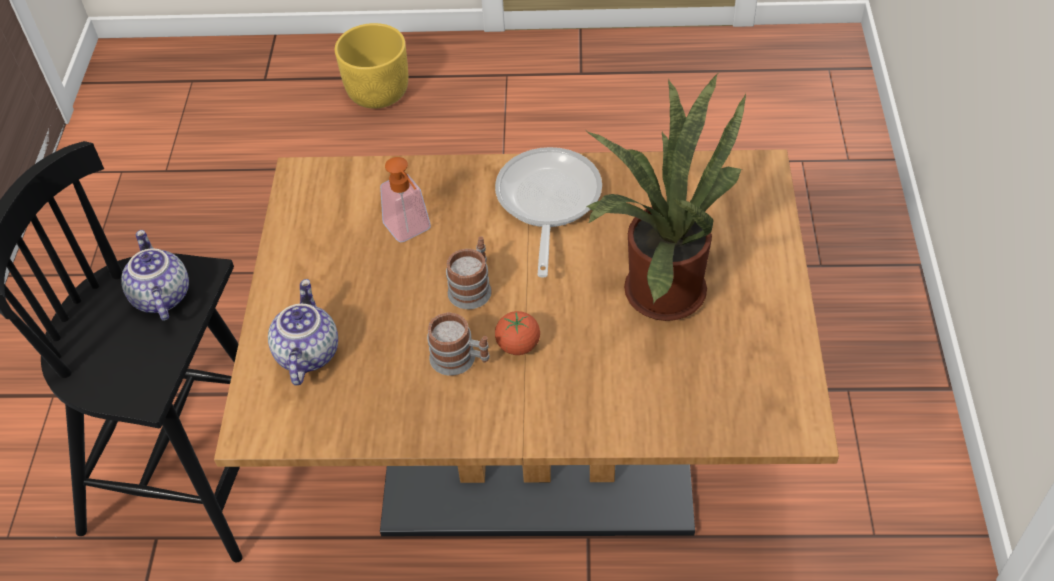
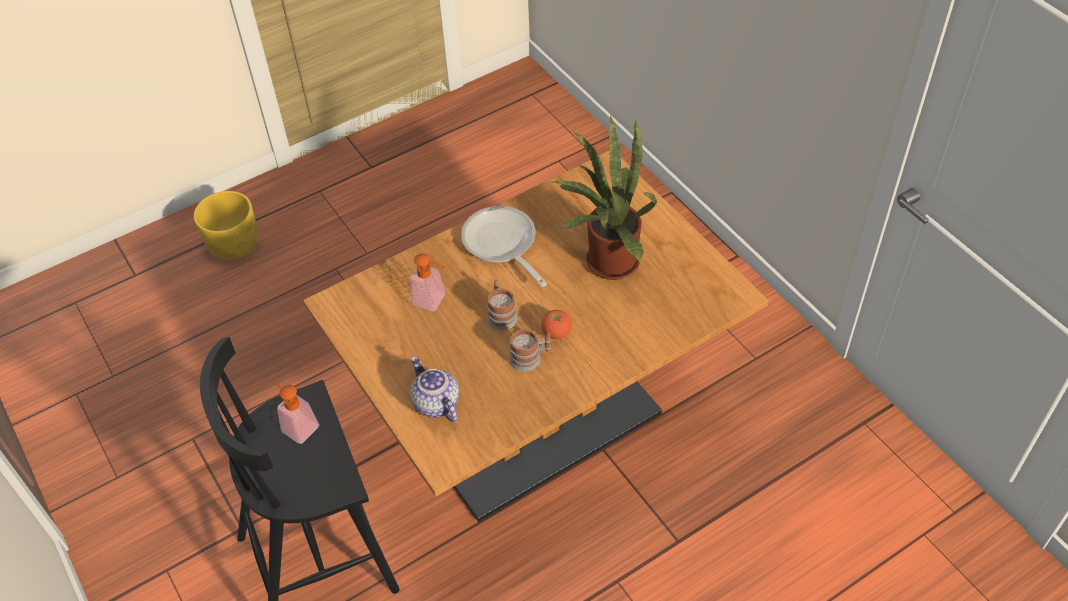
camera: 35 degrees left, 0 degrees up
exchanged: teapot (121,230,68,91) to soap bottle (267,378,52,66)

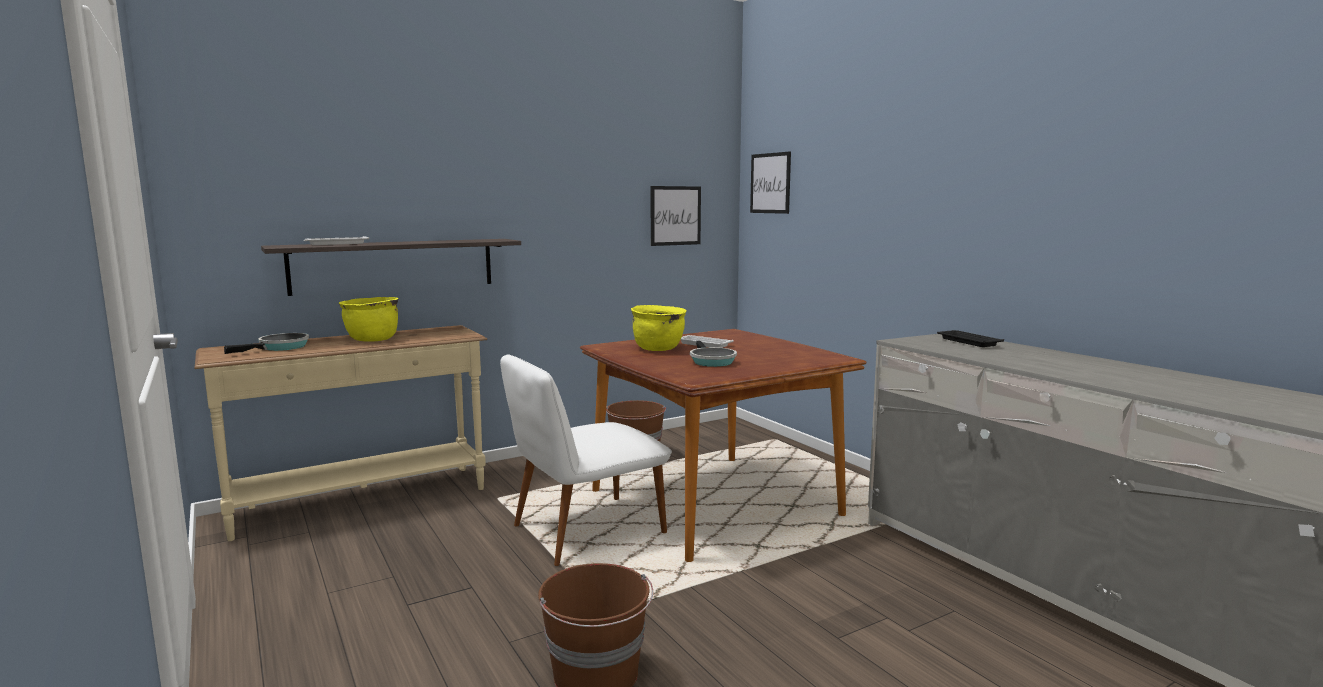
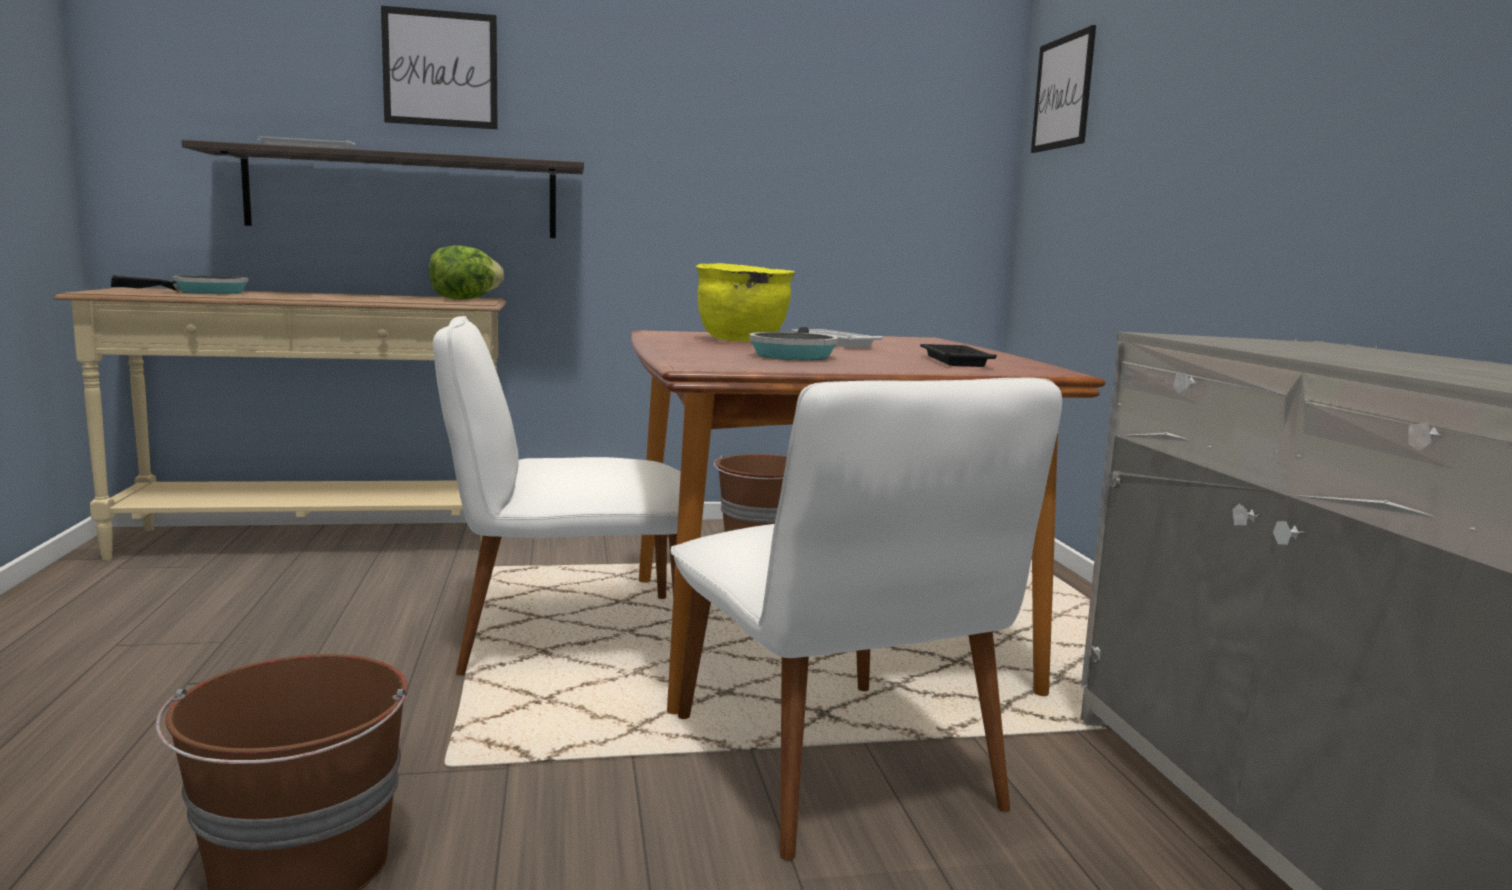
camera: 20 degrees right, 0 degrees up
missing: yellow-coloured saucepot (339,297,59,45)
appeared: lettuce (429,245,75,55); white-coloured upright chair (671,378,391,483)
relocated: wall picture (651,186,50,60) to (381,6,117,123); black carrying tray (937,330,67,17) to (920,344,76,23)

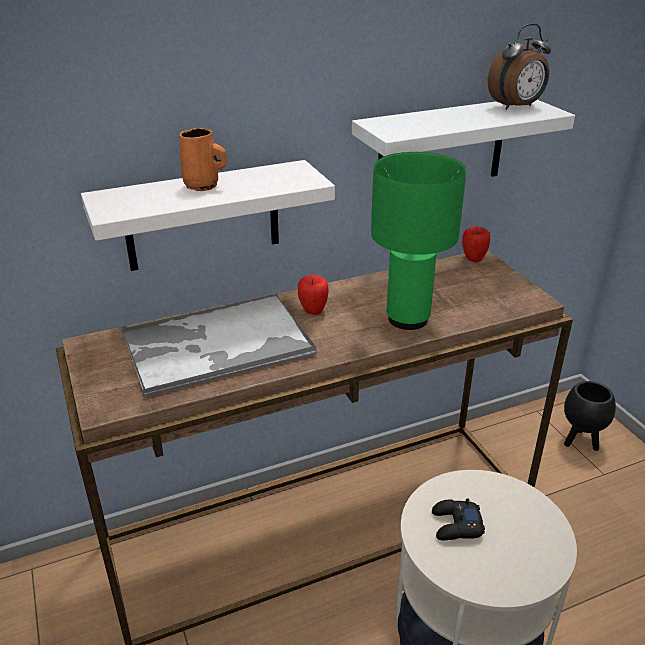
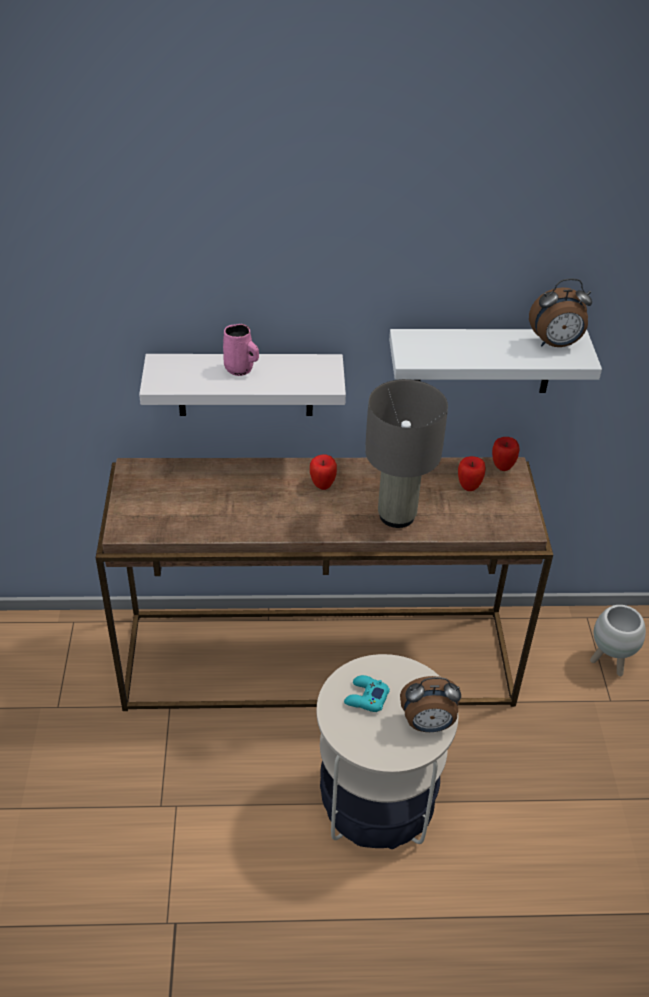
camera: 20 degrees right, 10 degrees up
missing: carrying tray (122,294,195,103)
appeared: alarm clock (400,676,61,56); apple (458,456,28,35)
colour: orange-coloured tea mug (180,128,47,63) to pinkish tea mug (223,324,36,52); greenish lamp for a table (371,152,95,178) to gray lamp for a table (365,379,83,149); black gamepad (432,498,53,42) to turquoise gamepad (344,675,46,37); black planter (564,381,52,70) to white-coloured planter (590,605,56,71)

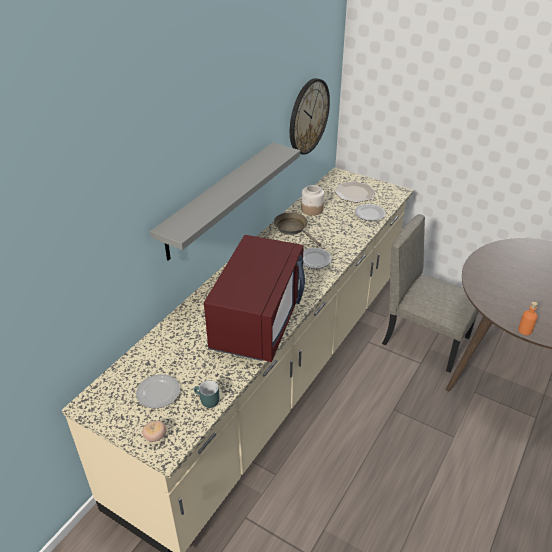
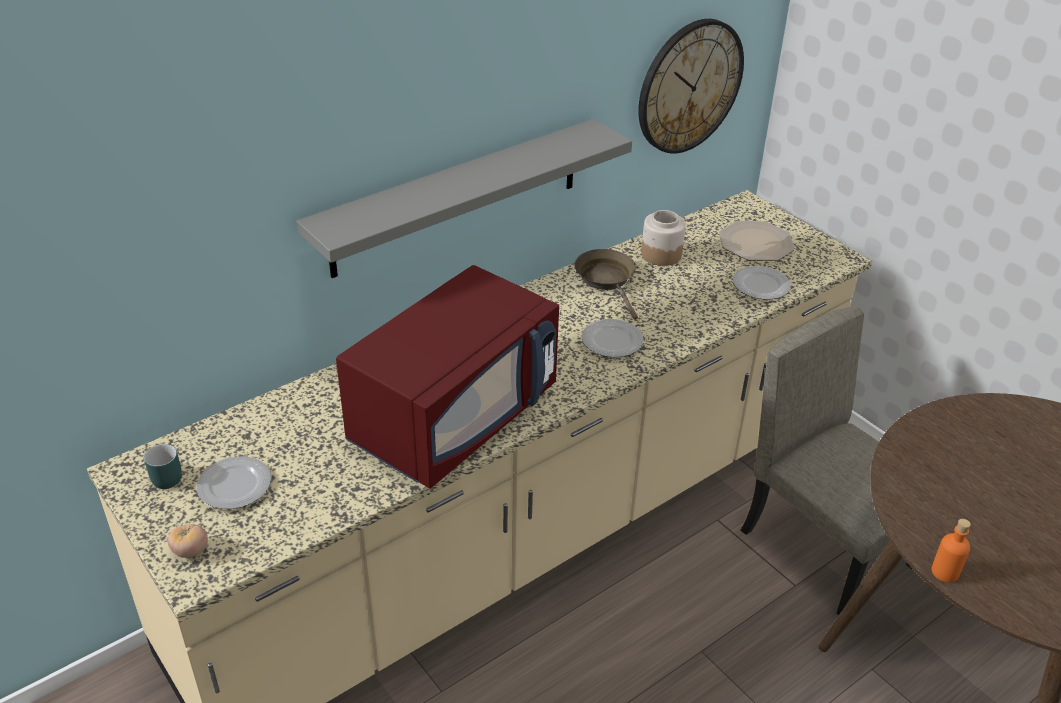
camera: 20 degrees right, 0 degrees up
relocated: turquoise tea mug (194,380,25,28) to (144,444,38,45)

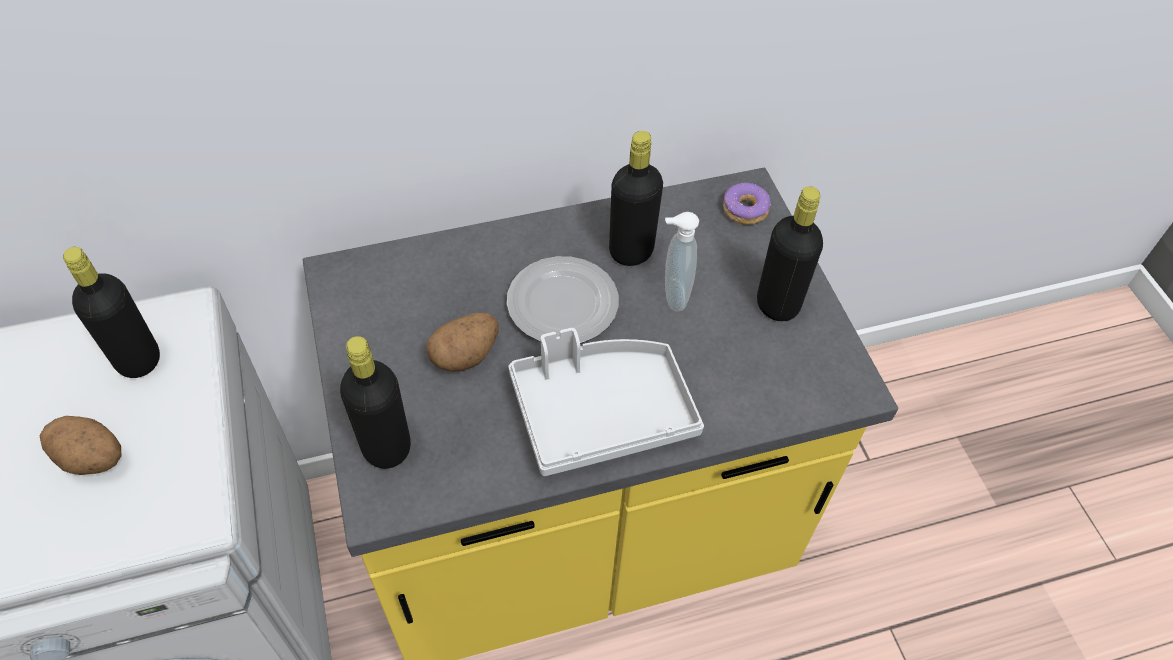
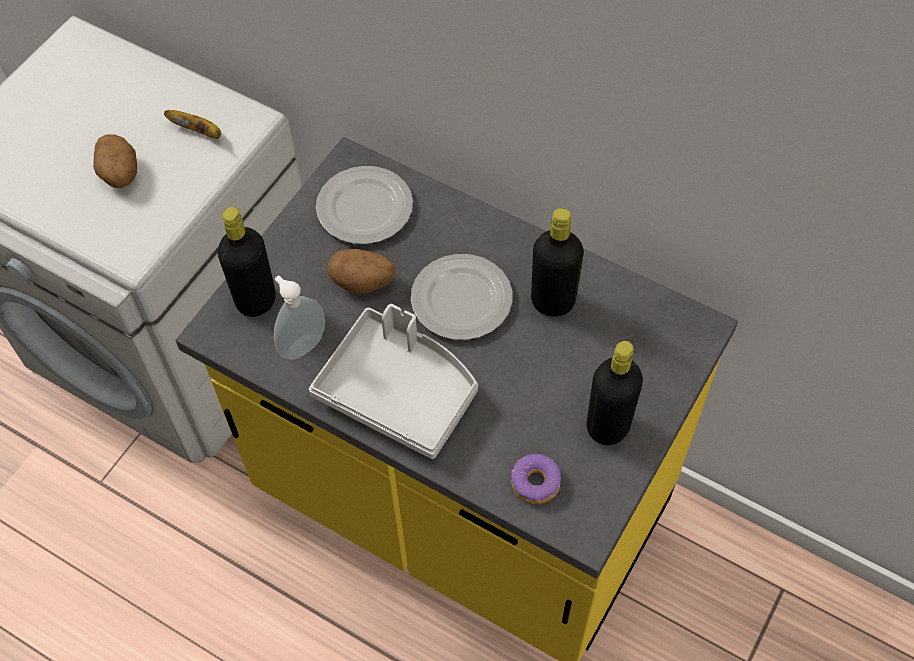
camera: 50 degrees right, 5 degrees up
appeared: flat dish (316,166,97,78)
relocated: soap bottle (665,212,34,99) to (274,275,51,85); ring doughnut (723,183,48,42) to (511,454,50,50)
exchanged: black drink bottle (63,247,97,131) to banana (164,110,57,29)

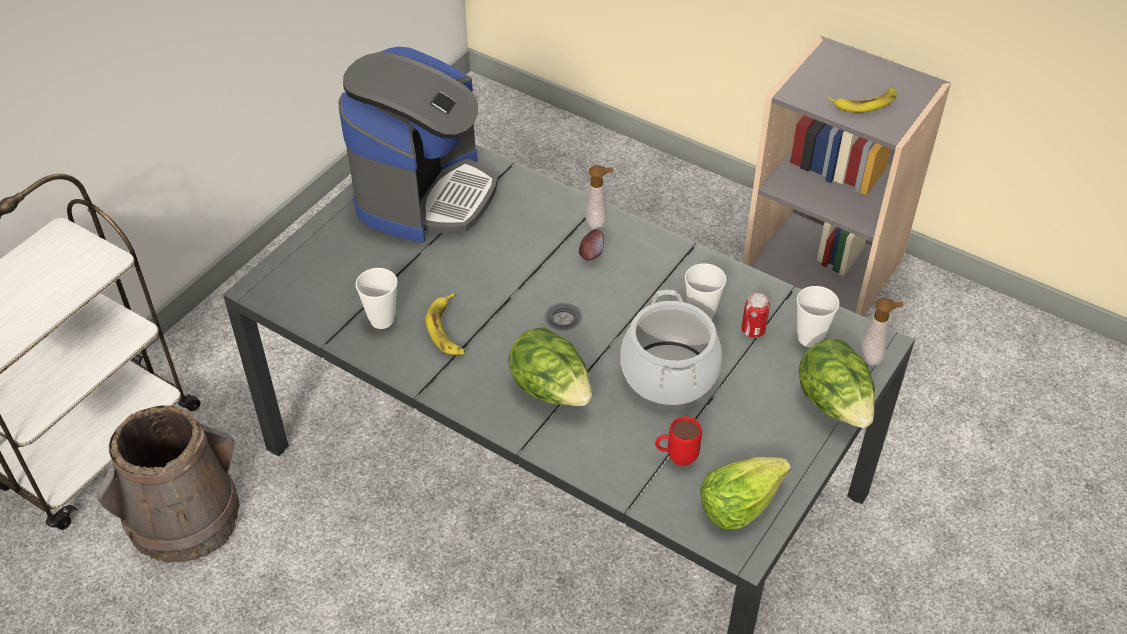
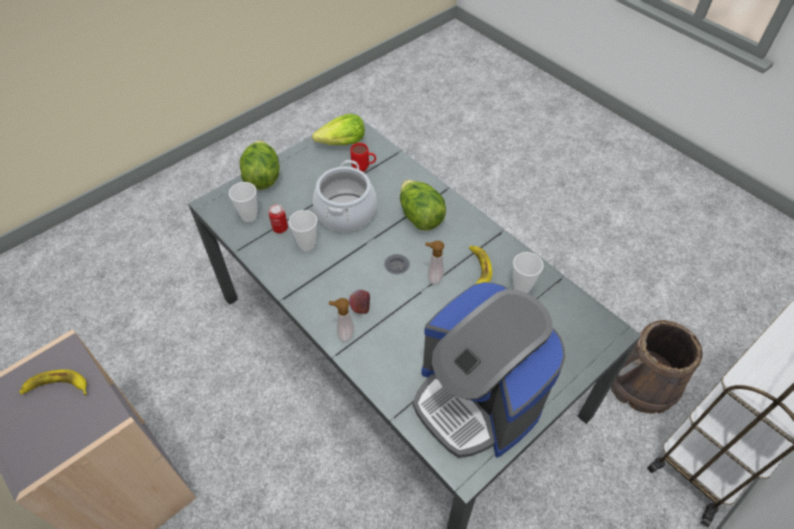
camera: 165 degrees left, 5 degrees up
relocated: soap bottle (860,298,43,68) to (425,241,19,44)
spun: coffee maker (338,46,160,197) = (413,282,152,176) 75 degrees counterclockwise

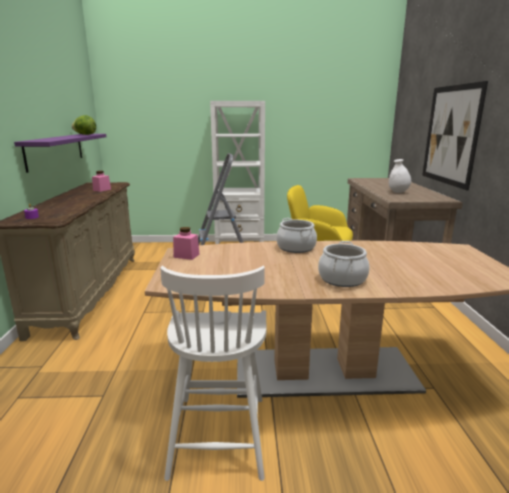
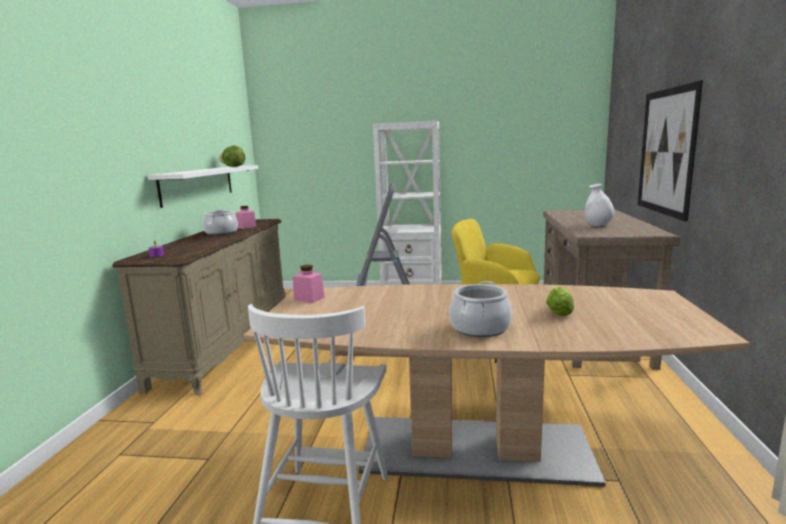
camera: 10 degrees right, 5 degrees down
appeared: lettuce (546,286,28,30)
relocated: saucepot (276,218,41,35) to (203,209,35,26)
colour: purple bracket shelf (14,134,92,39) to white-coloured bracket shelf (147,165,111,43)

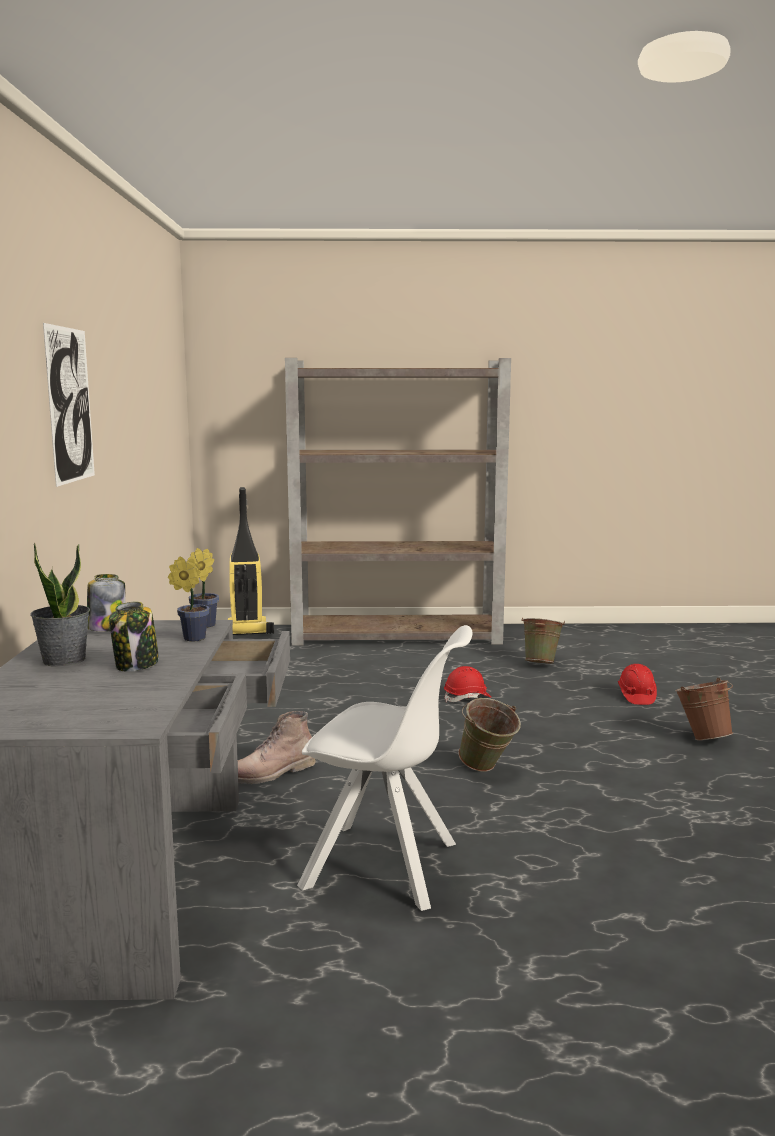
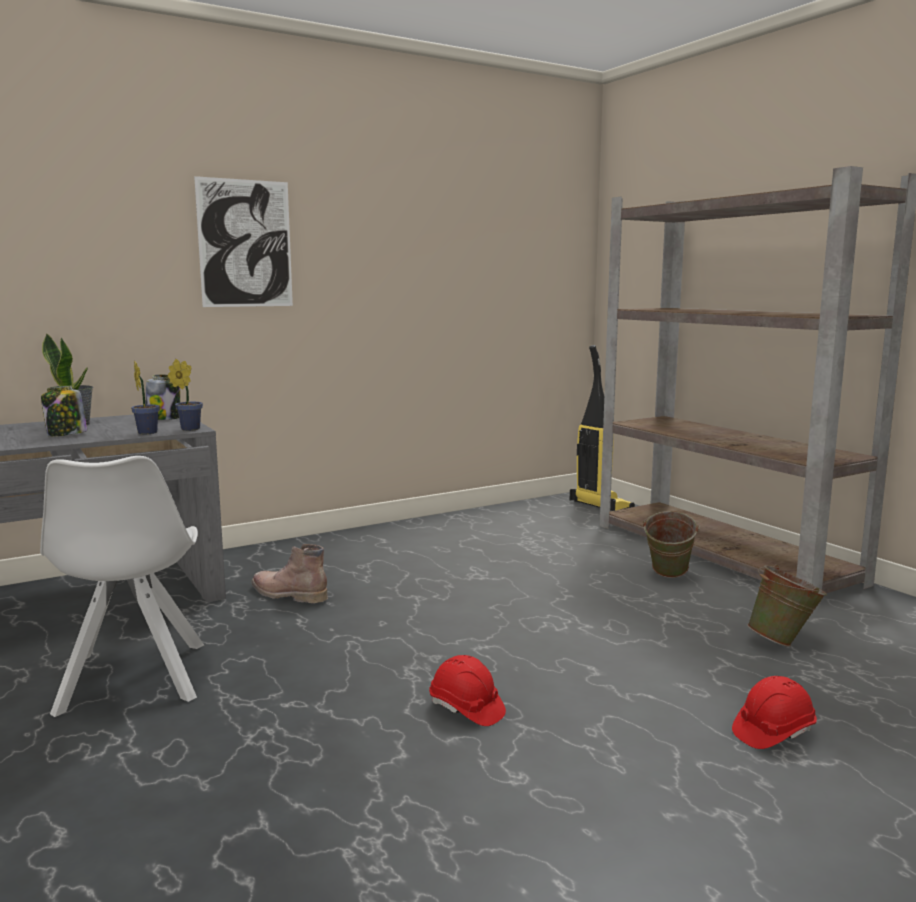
camera: 60 degrees right, 0 degrees up
missing: brown-coloured water bucket (675,678,58,62)
relocated: red-coloured hard hat (444,666,48,36) to (429,655,77,71); greenish water bucket (458,698,63,74) to (643,511,57,67)

